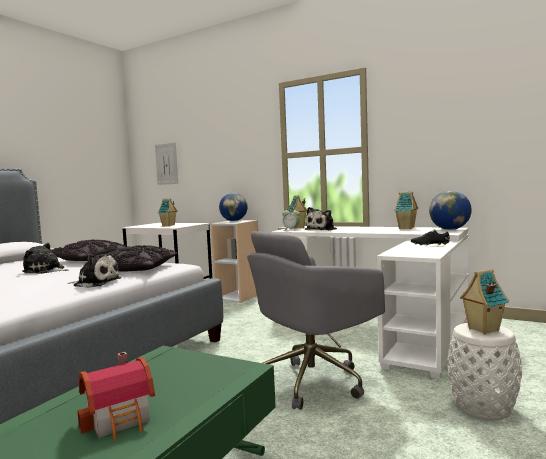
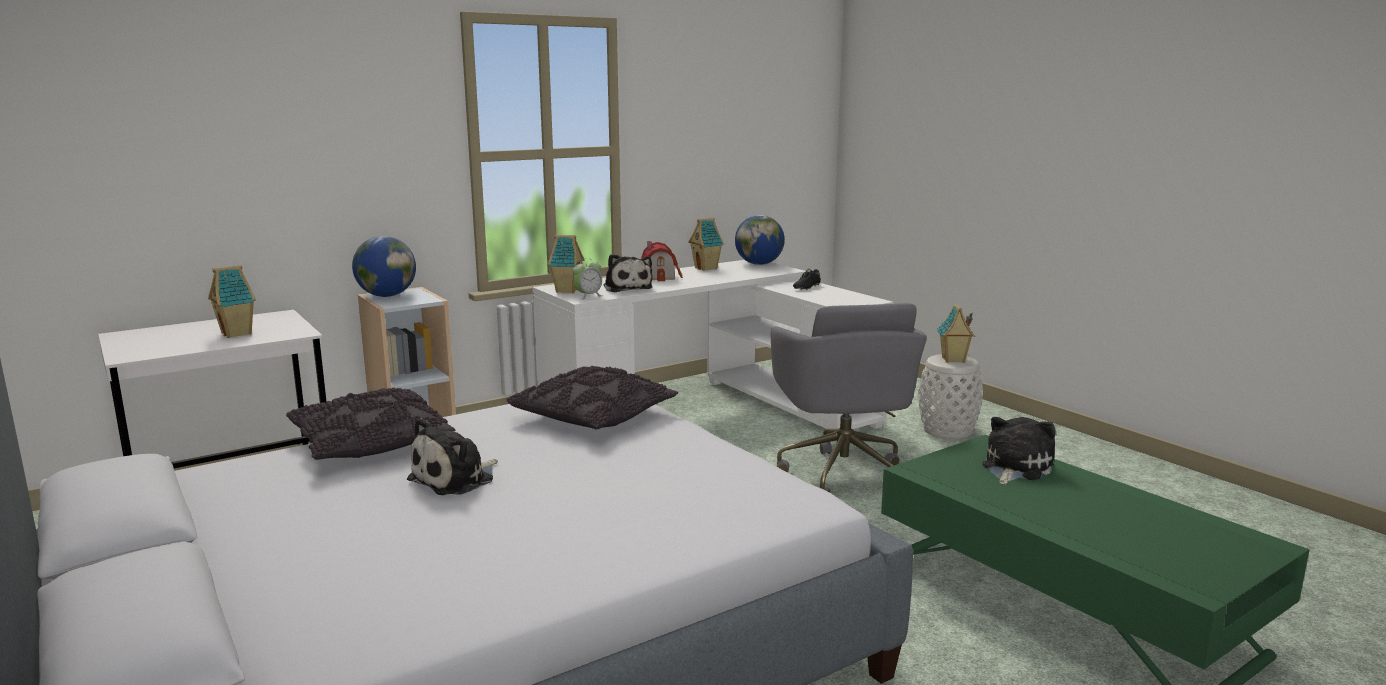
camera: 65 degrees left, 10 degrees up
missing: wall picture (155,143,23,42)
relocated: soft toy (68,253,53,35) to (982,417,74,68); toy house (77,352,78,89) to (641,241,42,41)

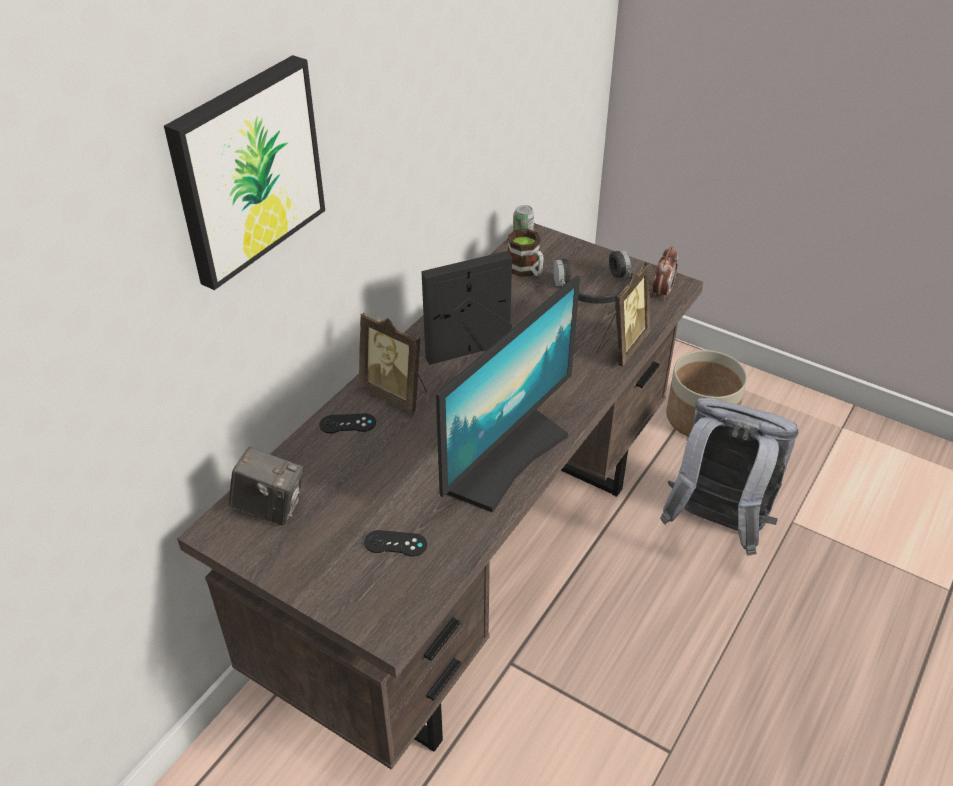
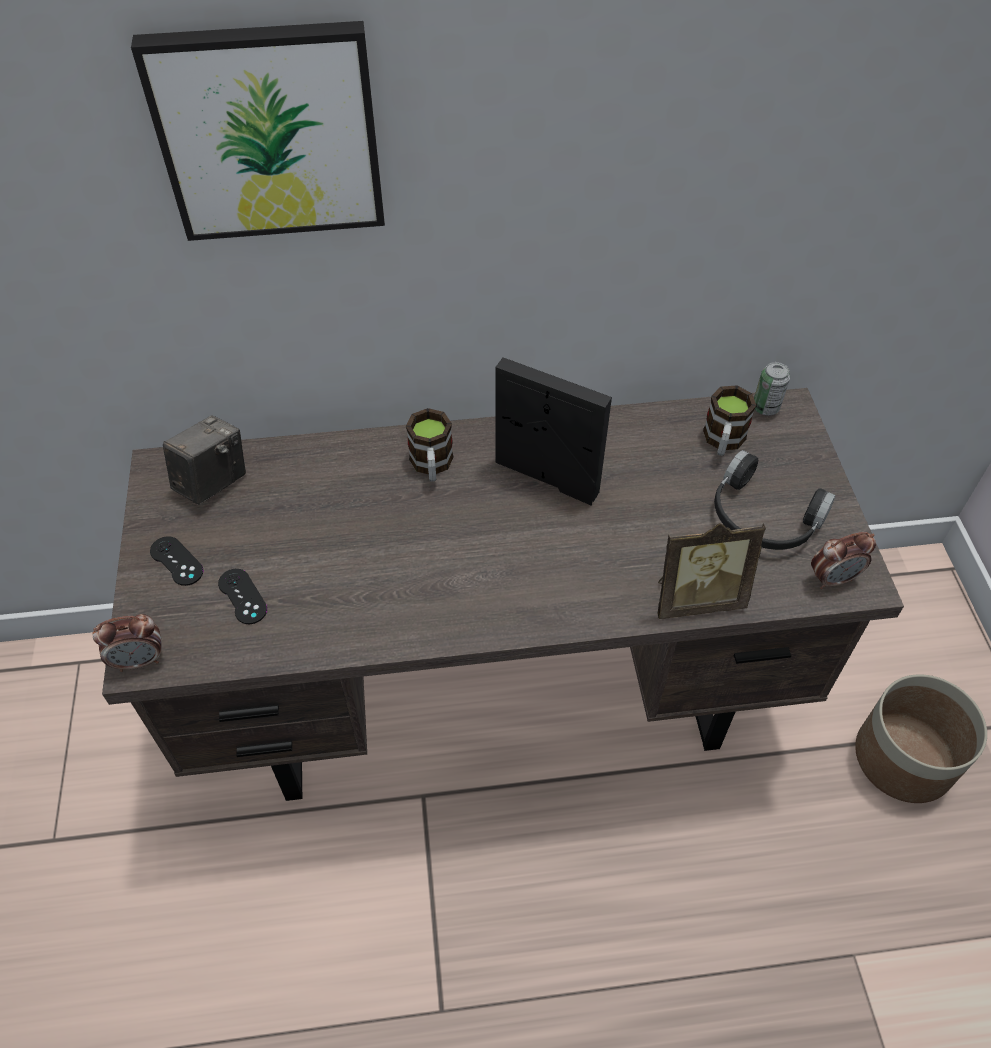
camera: 50 degrees right, 10 degrees up
missing: computer screen (436,275,144,238); gray knapsack (660,398,139,158)
appeared: alarm clock (92,614,69,58)
relocated: black gamepad (319,413,57,20) to (150,536,53,50)
exchanged: standing frame (359,313,68,100) to tea mug (406,408,47,74)
spun: photo camera (229,447,74,79) = (163,415,83,90) 120 degrees counterclockwise

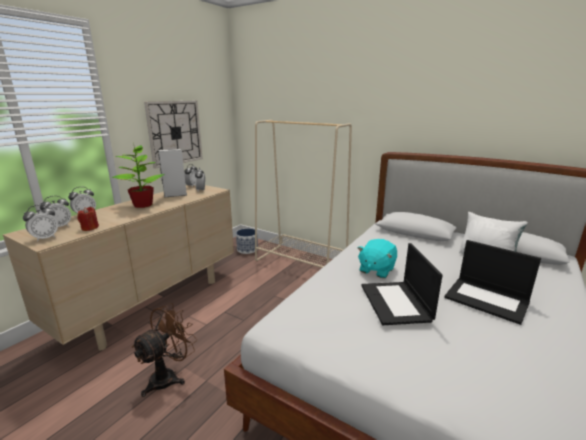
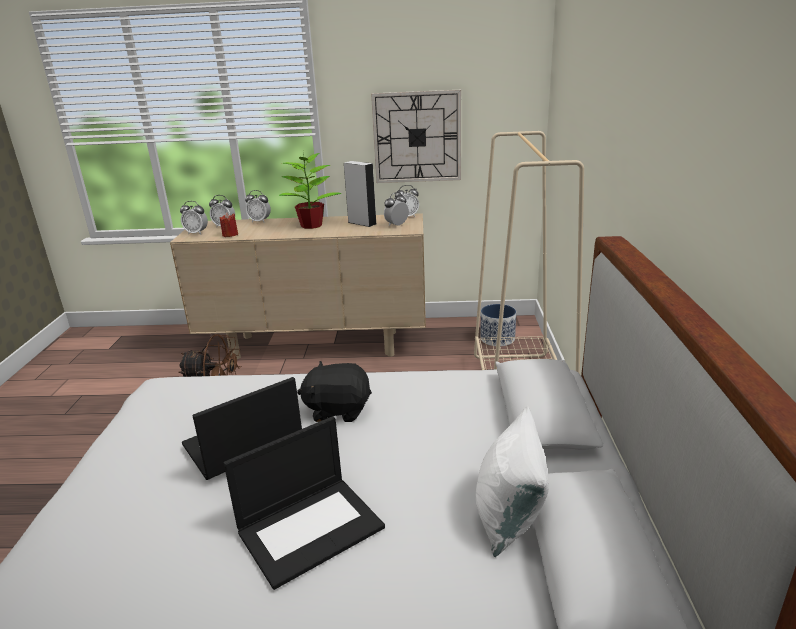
camera: 60 degrees right, 5 degrees up
colour: turquoise soft toy (358,239,39,39) to black soft toy (297,361,75,61)
spun: portable computer (444,240,97,85) = (224,416,161,174) 135 degrees counterclockwise

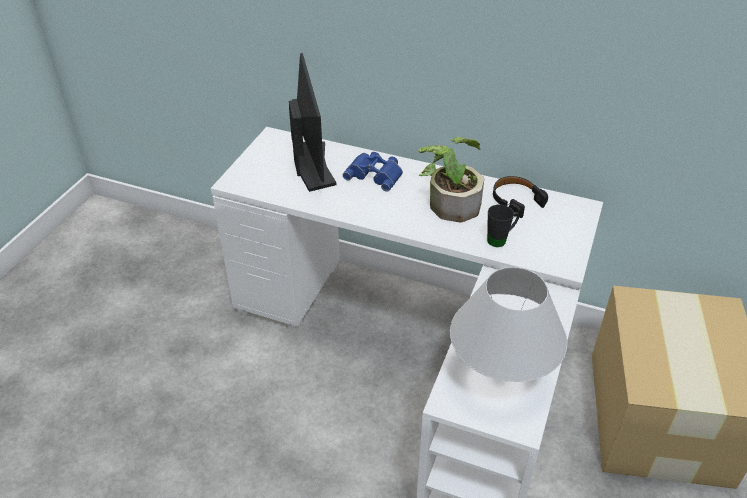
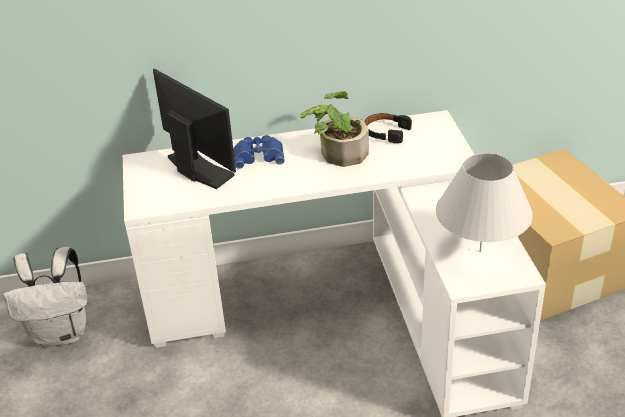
camera: 30 degrees left, 5 degrees down
missing: black tea mug (487,205,32,42)
appeared: white-coloured knapsack (3,247,85,100)

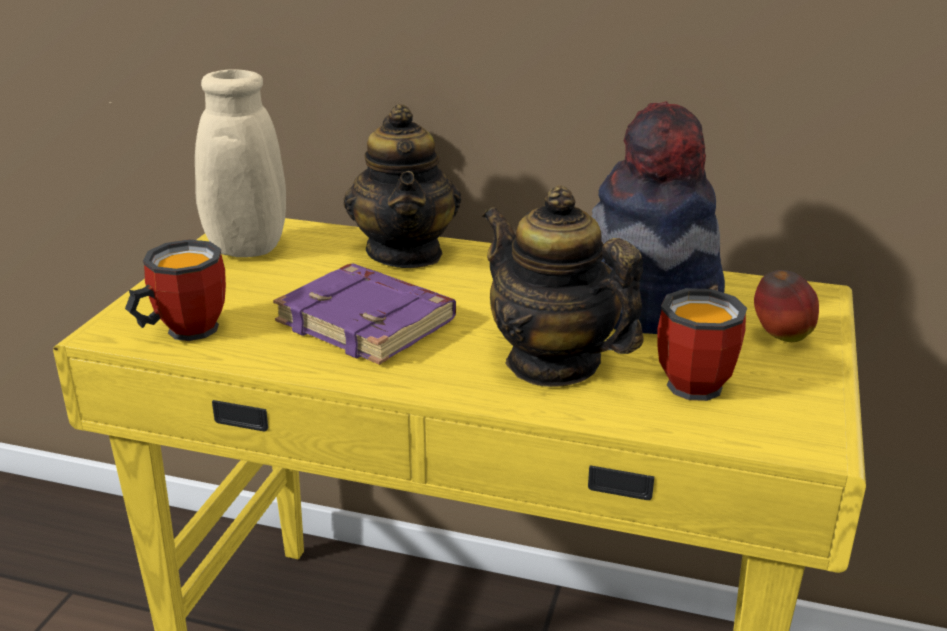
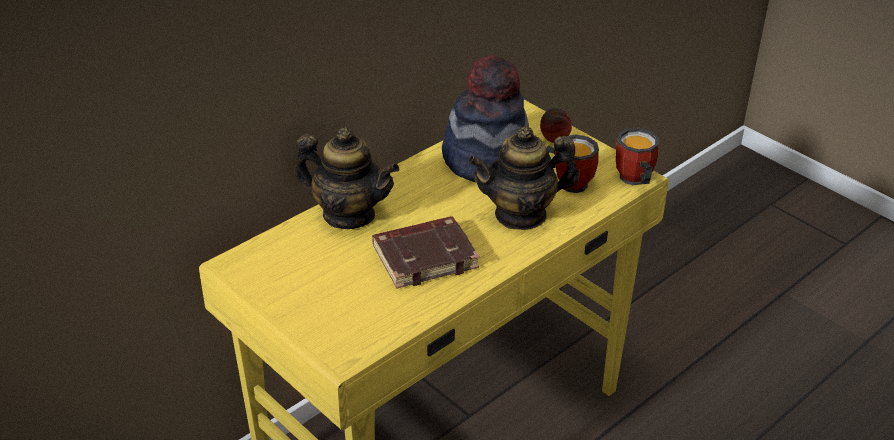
camera: 60 degrees left, 10 degrees up
missing: beige flower vase (110,69,176,188)
relocated: tea mug (125,239,101,102) to (616,128,43,57)
colour: purple bound book (273,264,183,101) to brown-coloured bound book (372,216,108,73)

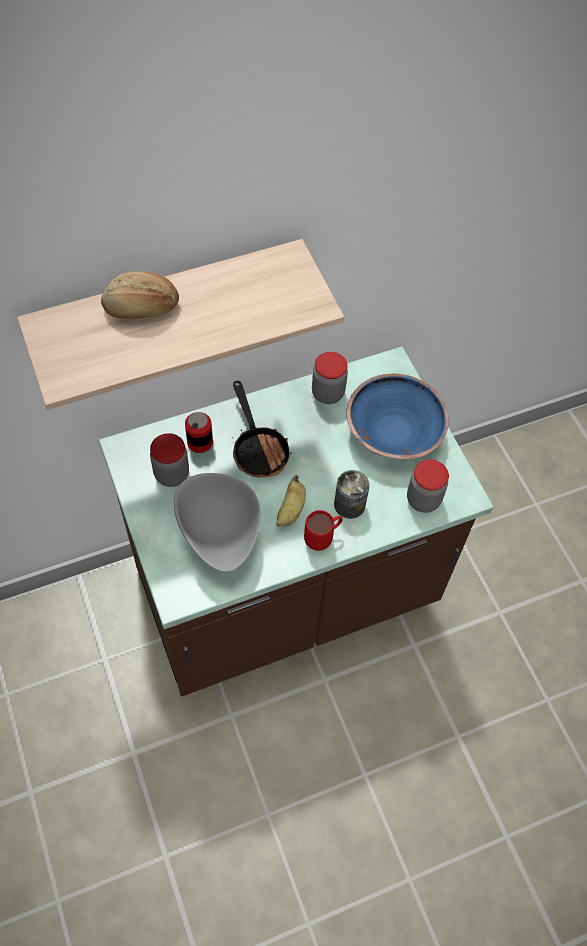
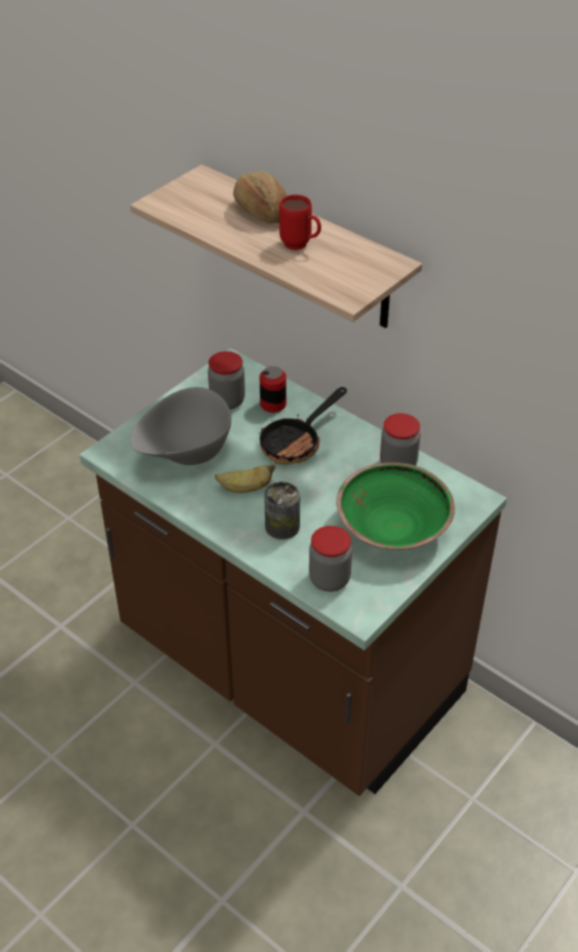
camera: 65 degrees right, 15 degrees down
relocated: red-coloured tea mug (304,510,38,41) to (279,195,42,55)
colour: bluish serving bowl (346,374,103,85) to greenish serving bowl (336,462,119,88)

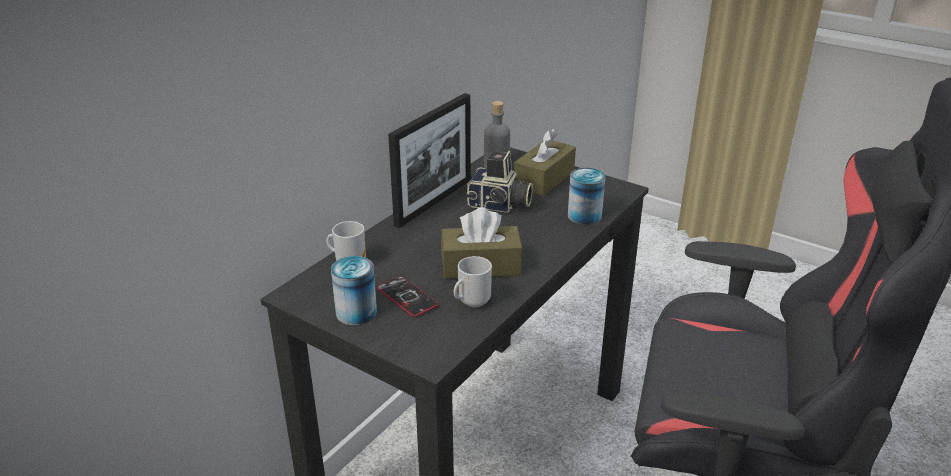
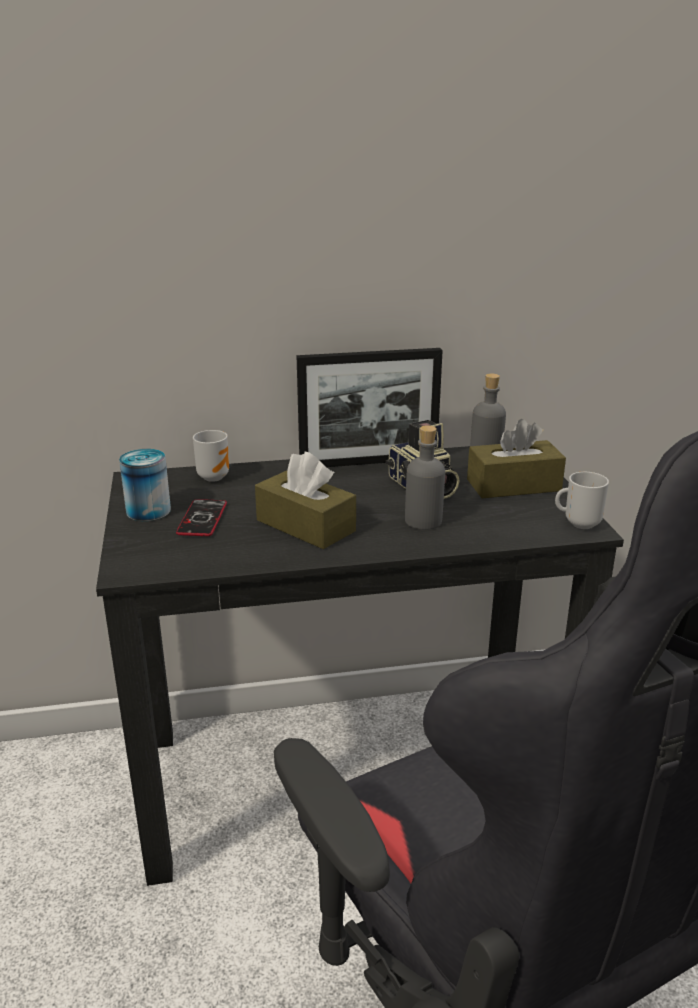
camera: 45 degrees right, 5 degrees down
missing: metal can (568,168,37,57)
appeared: gray drink bottle (405,425,40,105)
relocated: tea mug (454,256,38,52) to (555,472,54,57)

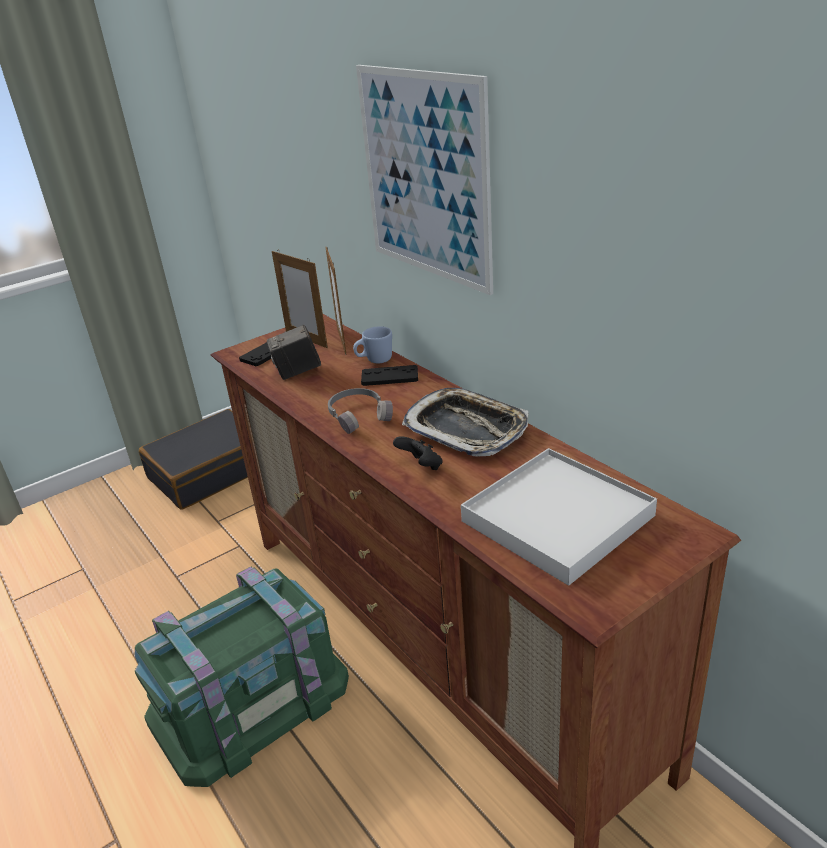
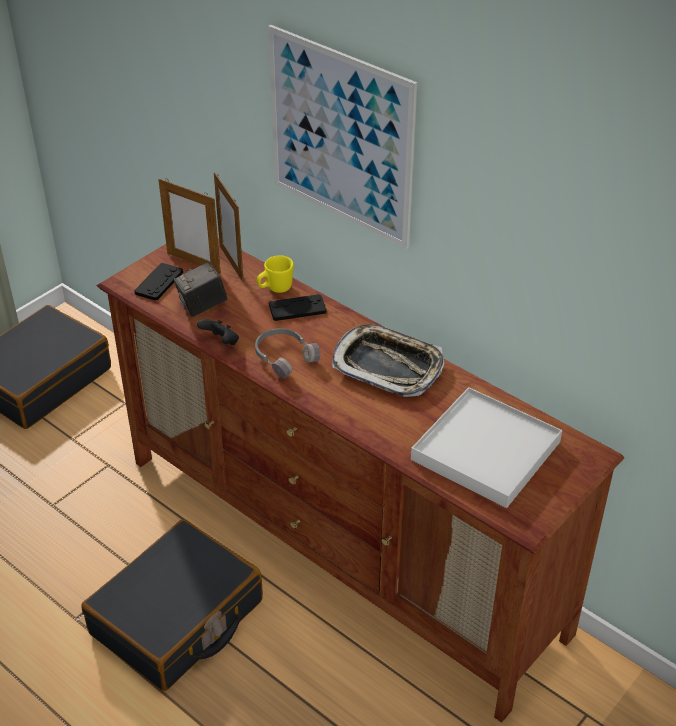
camera: 15 degrees left, 10 degrees up
relocated: black gamepad (393,436,50,34) to (197,319,42,26)
exchanged: greenish storage box (135,566,214,221) to black piece of luggage (81,519,182,172)
colour: bluish tea mug (353,326,39,37) to yellow-coloured tea mug (257,255,37,38)

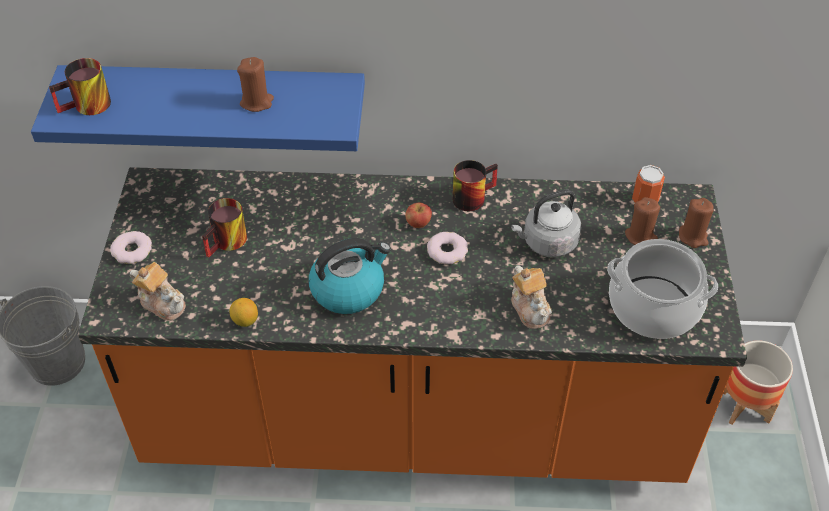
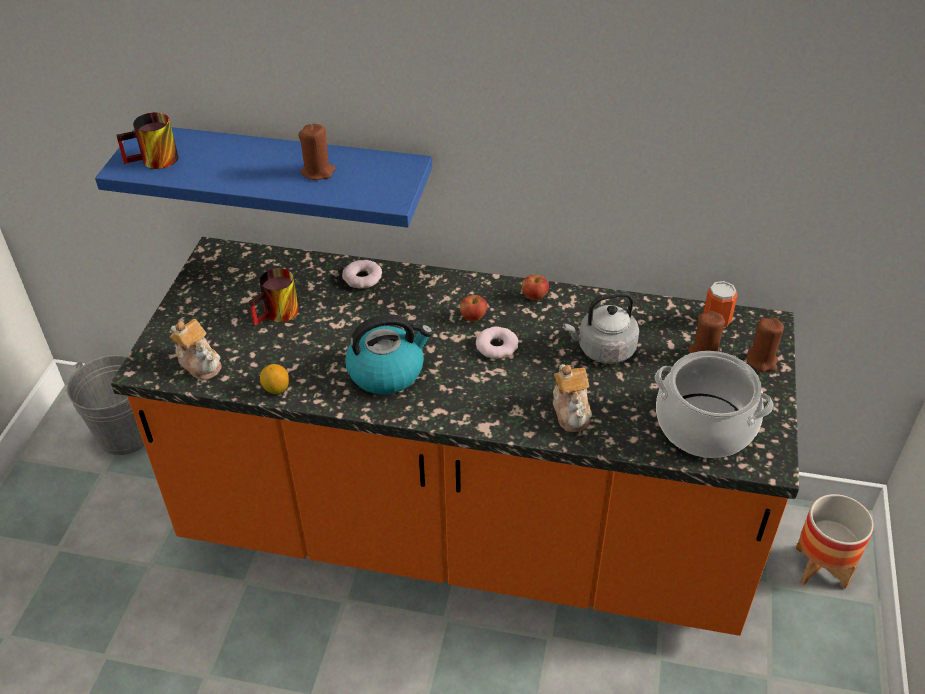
camera: 10 degrees right, 5 degrees down
relocated: ring doughnut (110,231,42,33) to (342,260,40,28)
exchanged: tea mug (453,160,45,51) to apple (522,275,27,25)

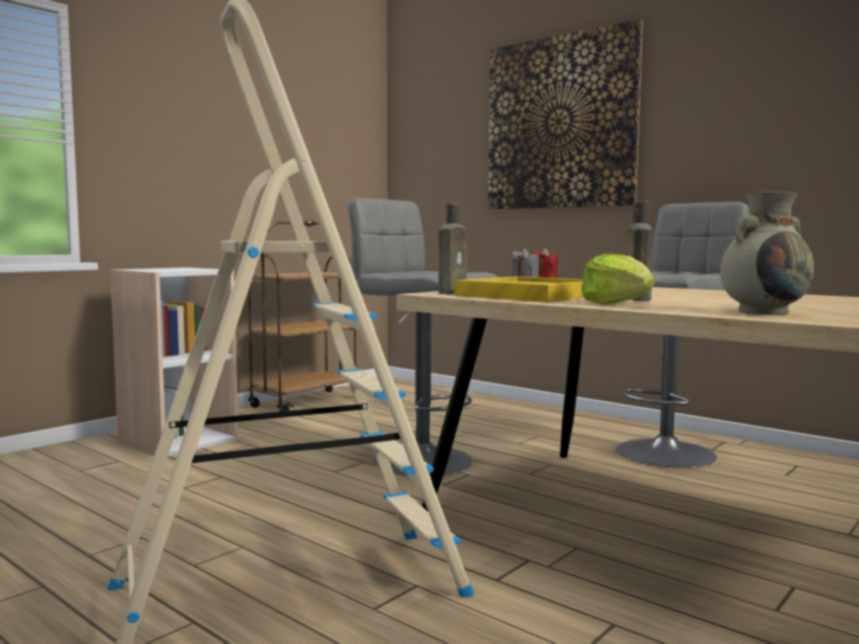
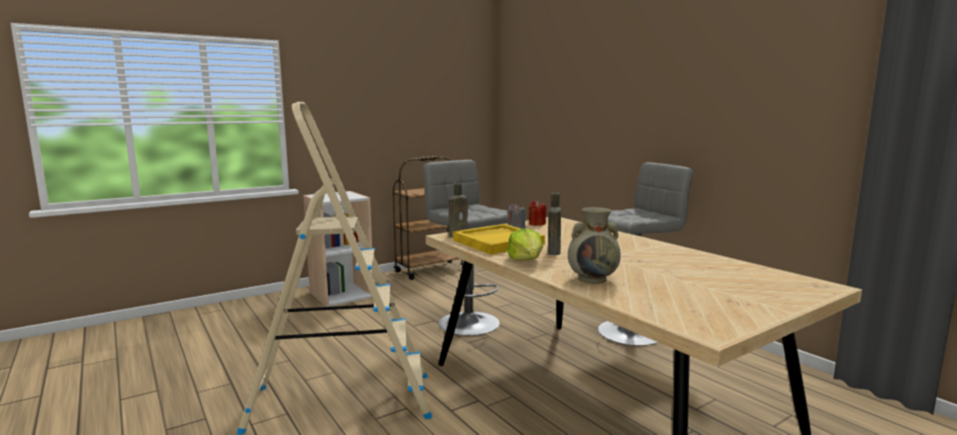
camera: 15 degrees right, 5 degrees up
missing: wall picture (488,19,155,190)

